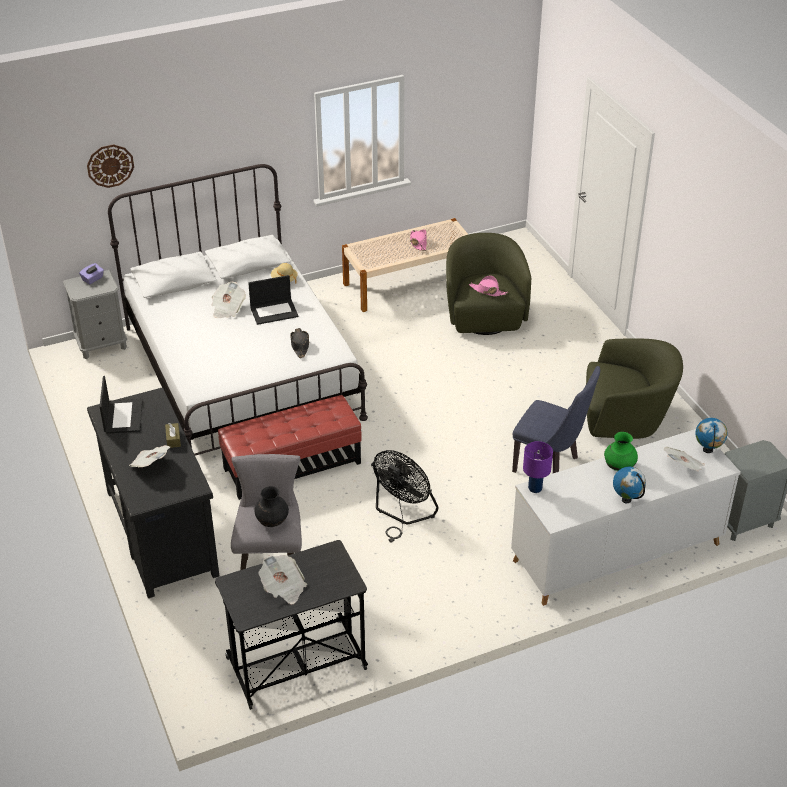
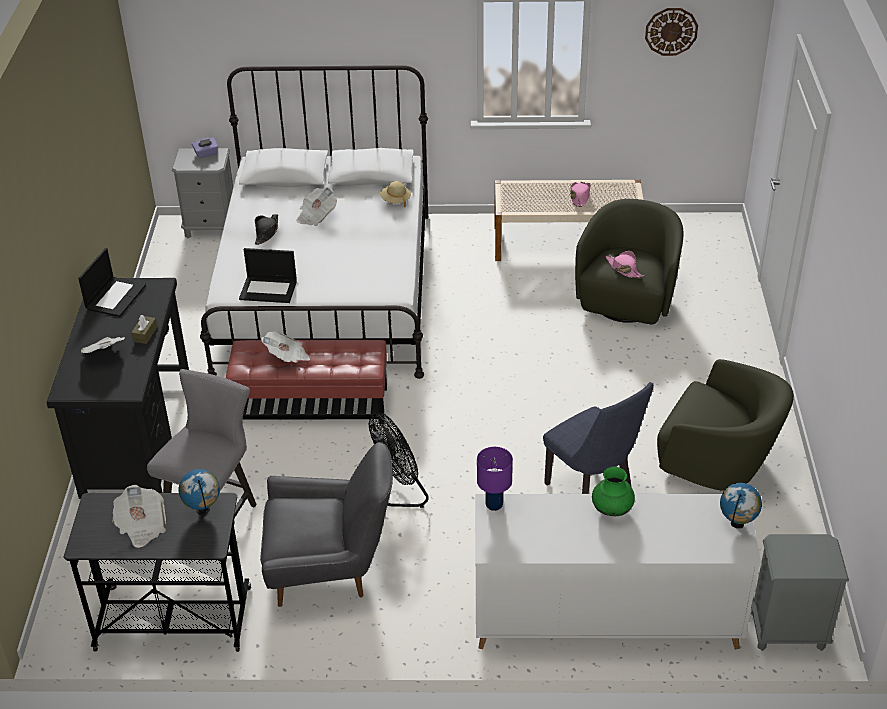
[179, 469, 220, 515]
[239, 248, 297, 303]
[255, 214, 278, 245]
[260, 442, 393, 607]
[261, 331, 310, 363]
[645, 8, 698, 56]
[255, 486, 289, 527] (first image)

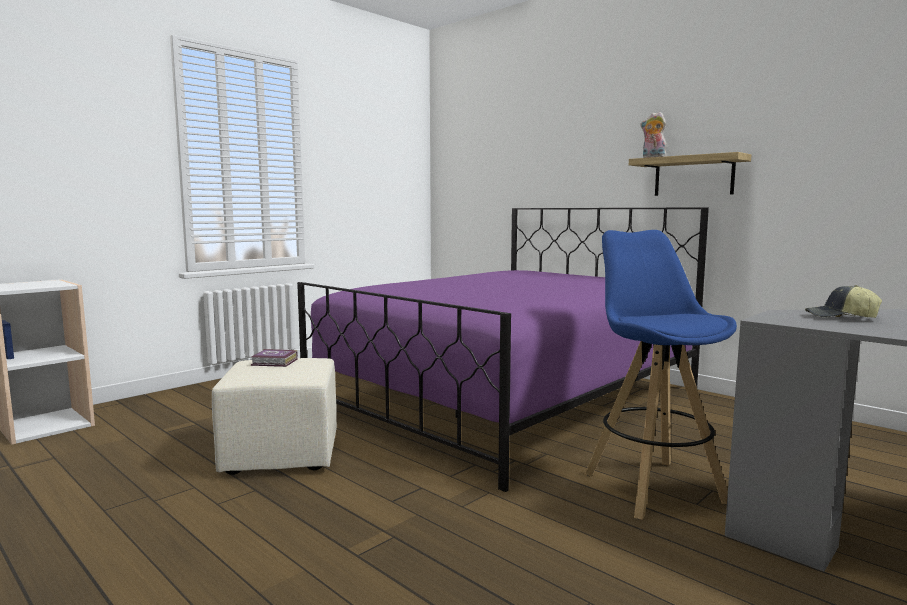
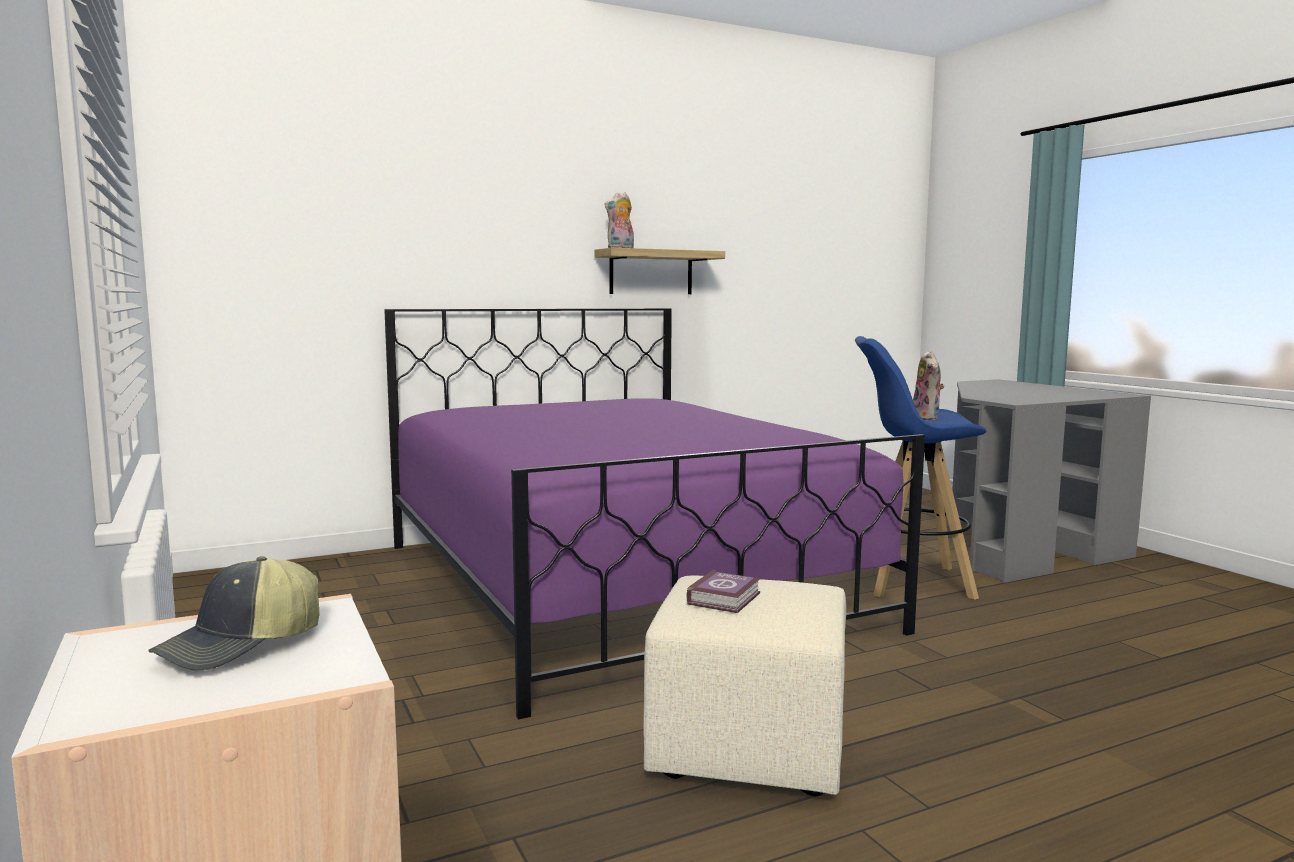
[148, 556, 320, 671]
[913, 350, 944, 420]

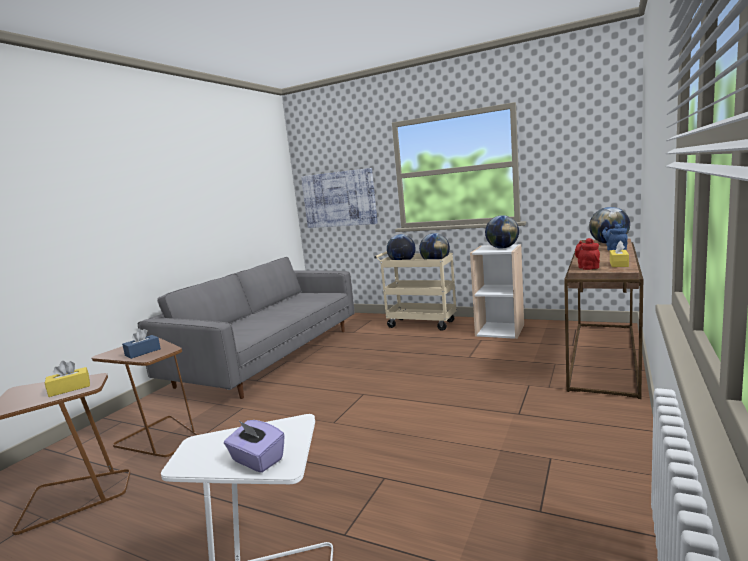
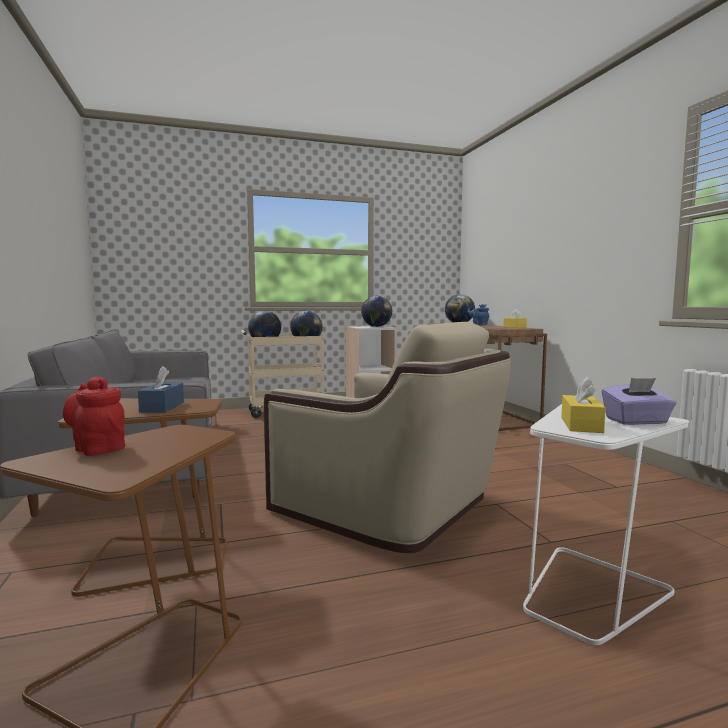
[63, 376, 125, 456]
[264, 322, 511, 553]
[561, 377, 606, 433]
[301, 168, 378, 228] (first image)

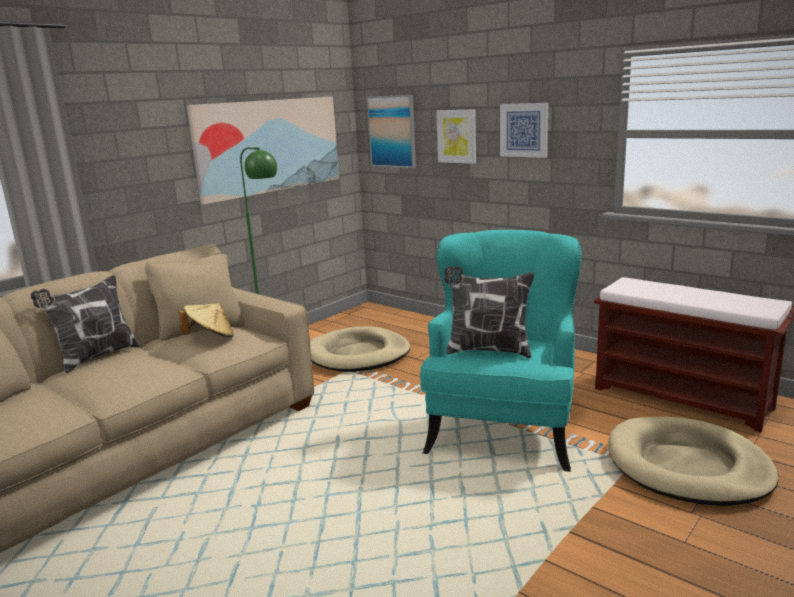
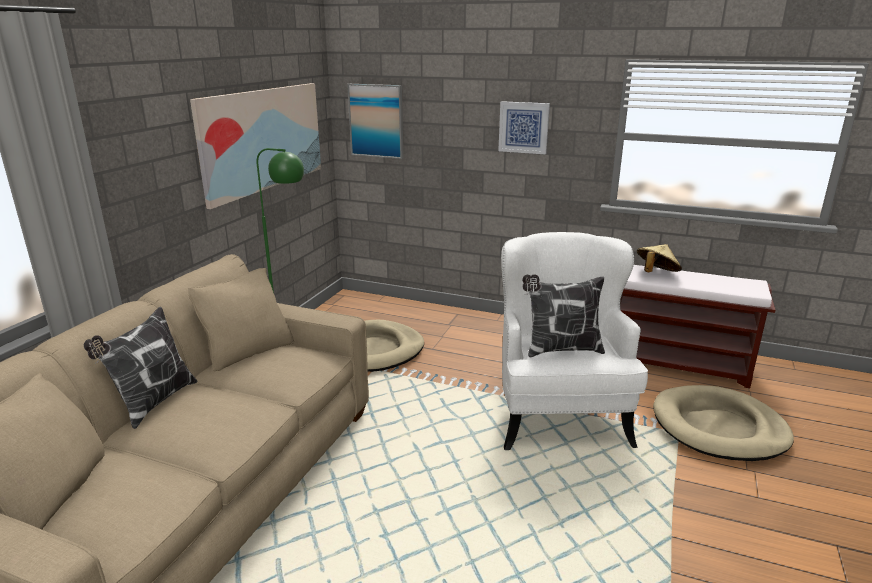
[501, 232, 648, 450]
[637, 244, 682, 272]
[436, 109, 476, 164] (first image)

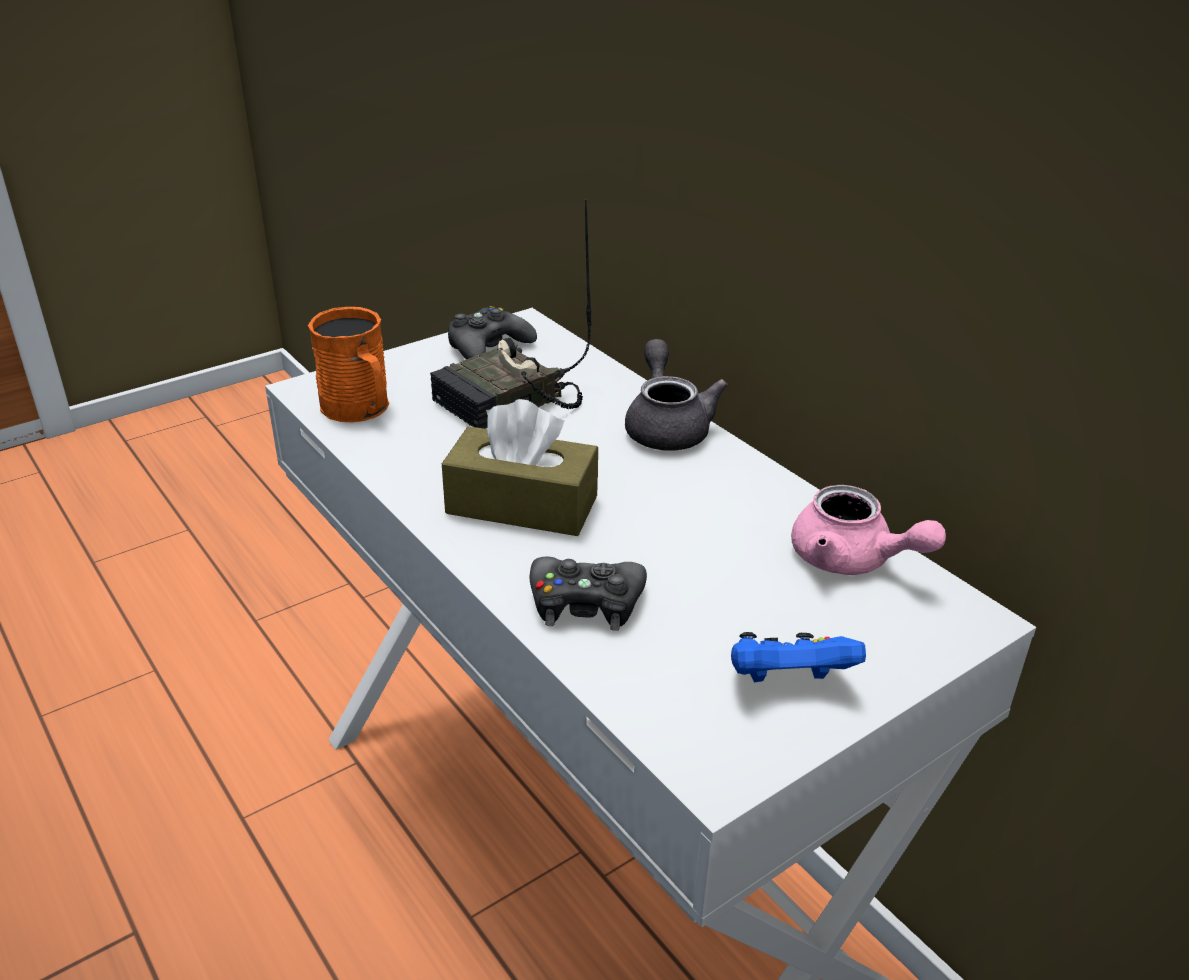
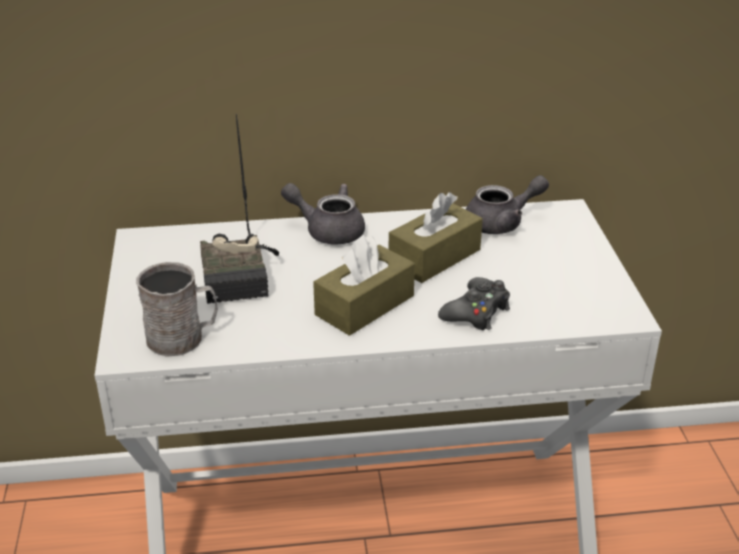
[136, 262, 218, 357]
[389, 192, 483, 283]
[466, 175, 549, 234]
[448, 306, 537, 359] (first image)
[731, 632, 866, 682] (first image)

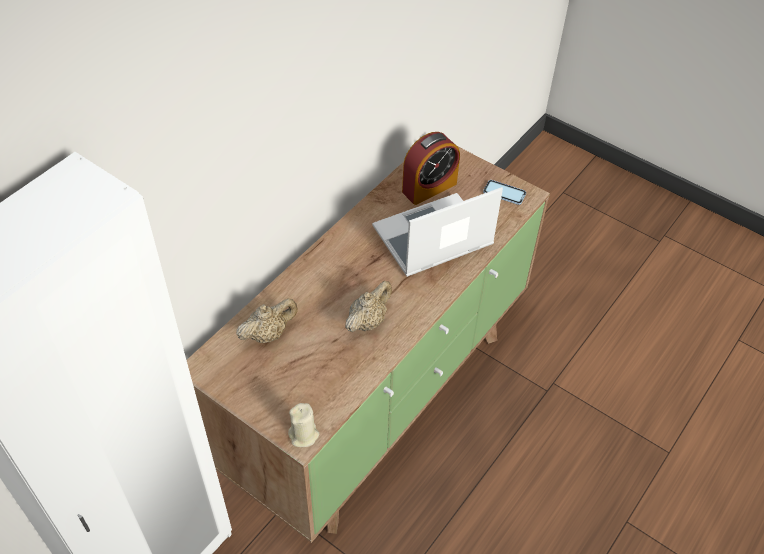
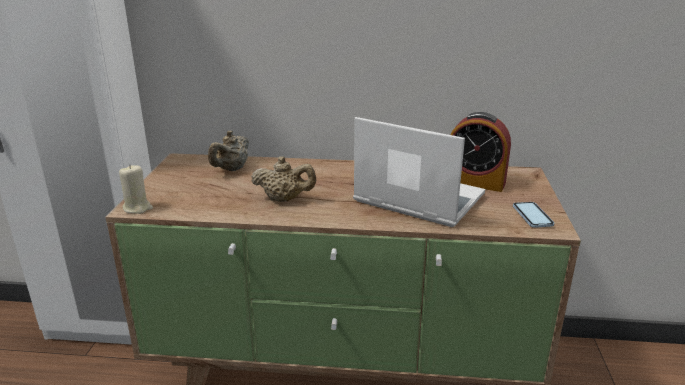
[208, 131, 249, 171]

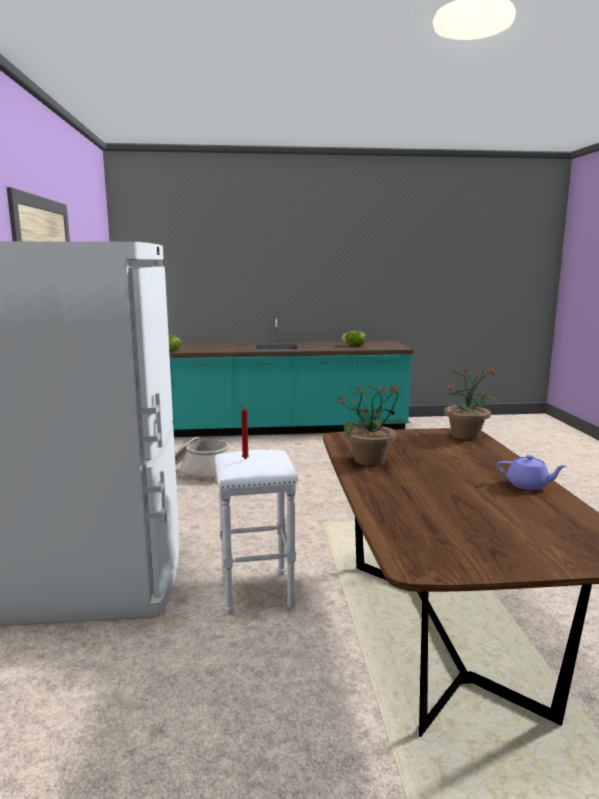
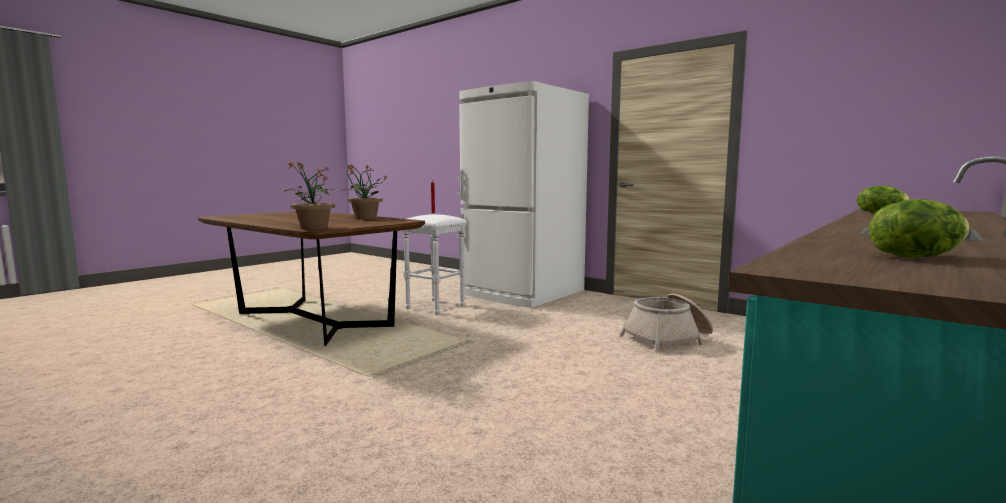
[497, 455, 567, 490] (first image)

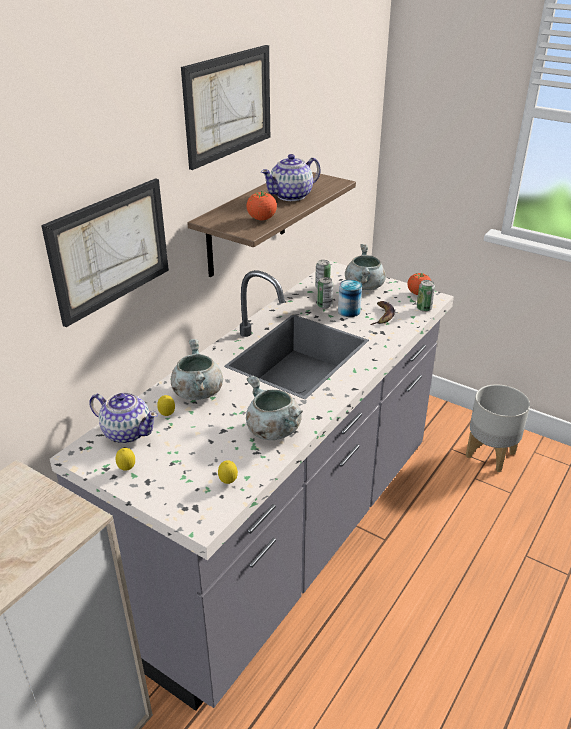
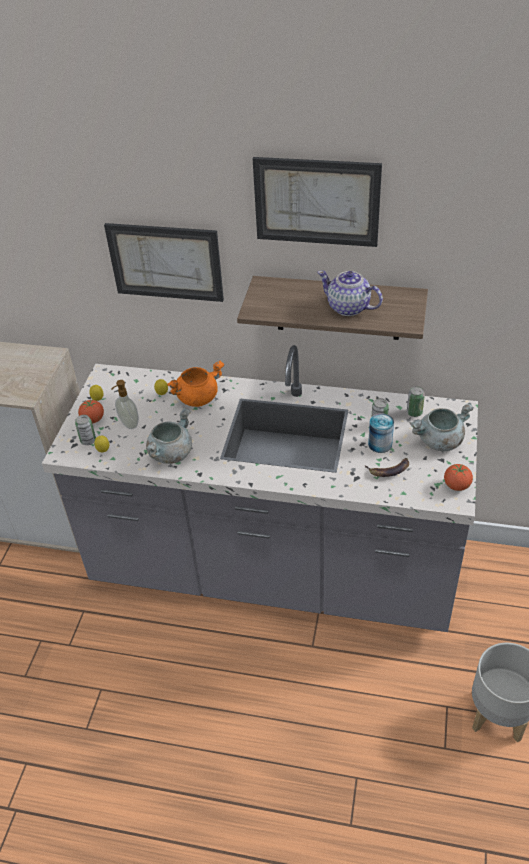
[75, 415, 96, 445]
[78, 400, 104, 424]
[112, 380, 139, 429]
[167, 360, 224, 407]
[89, 393, 158, 443] (first image)

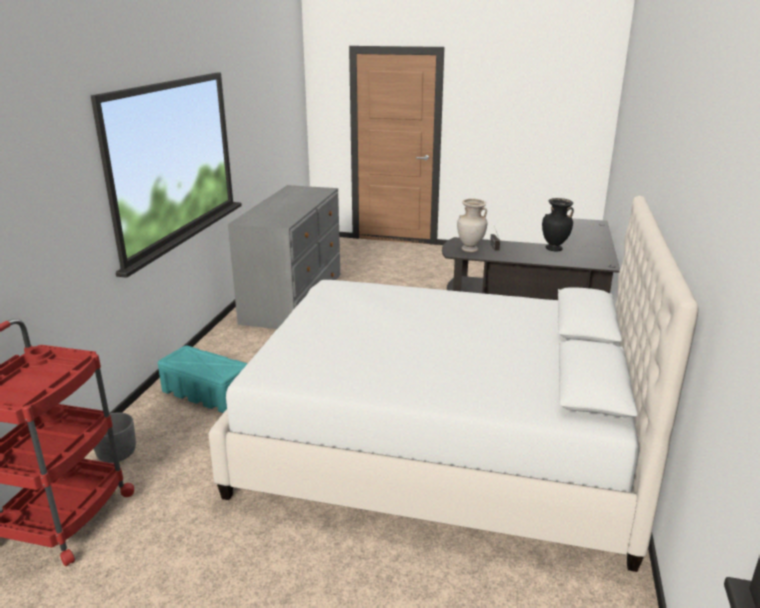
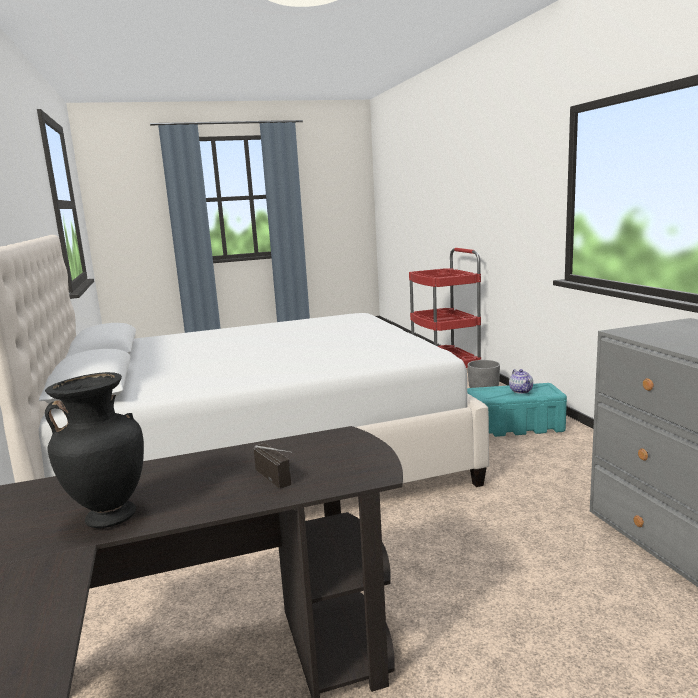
[509, 369, 533, 394]
[457, 199, 487, 252] (first image)

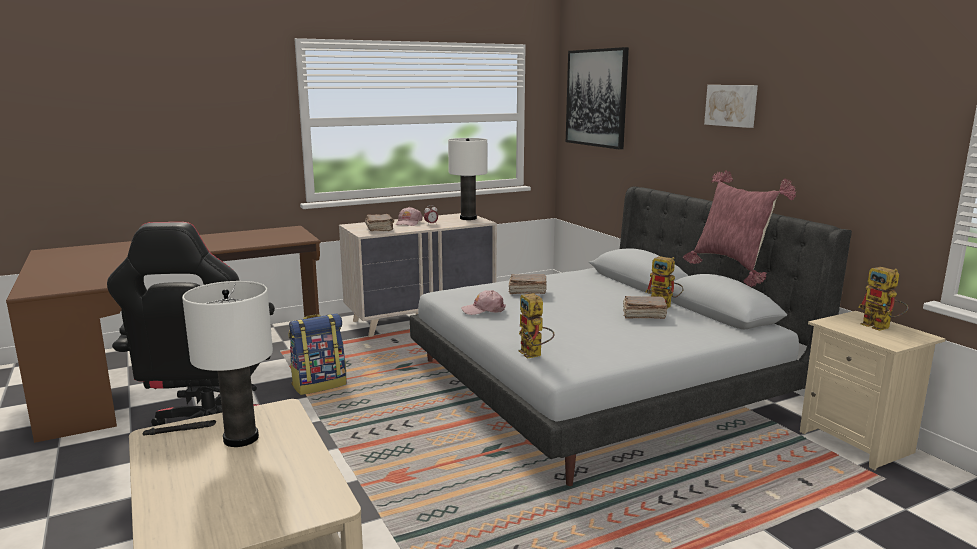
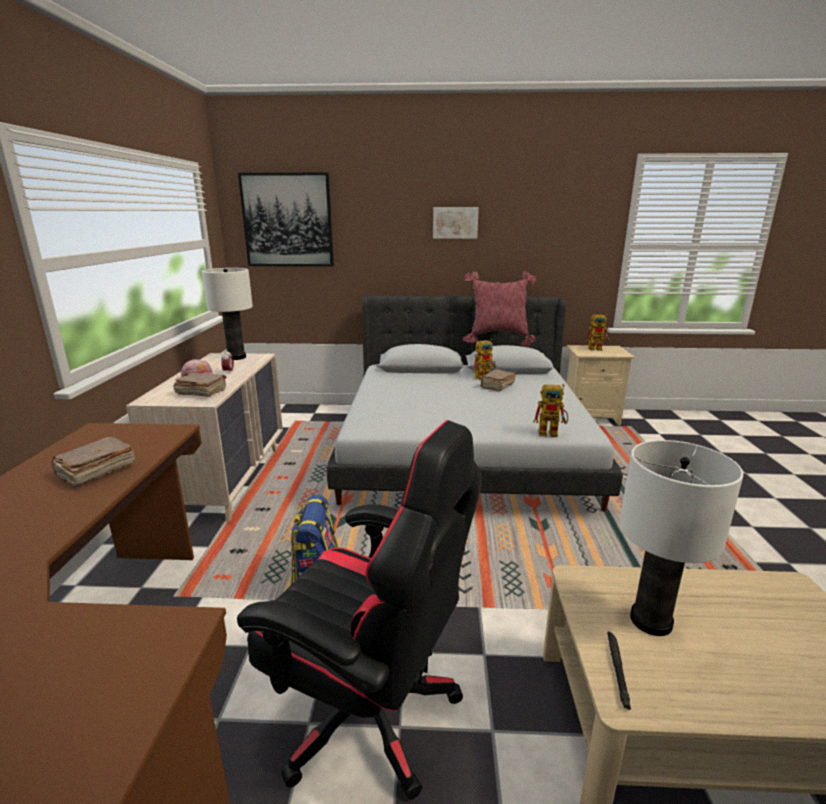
[52, 437, 135, 488]
[461, 290, 506, 315] (first image)

